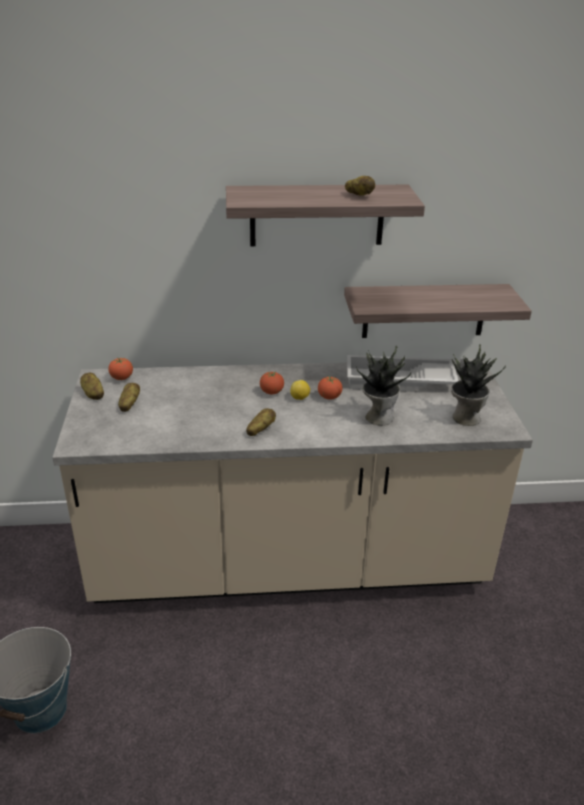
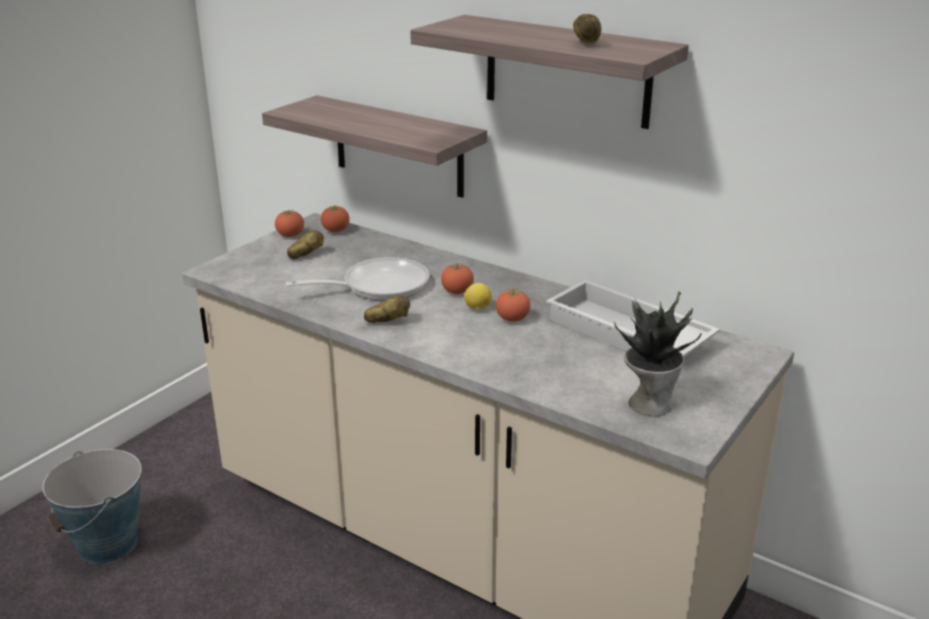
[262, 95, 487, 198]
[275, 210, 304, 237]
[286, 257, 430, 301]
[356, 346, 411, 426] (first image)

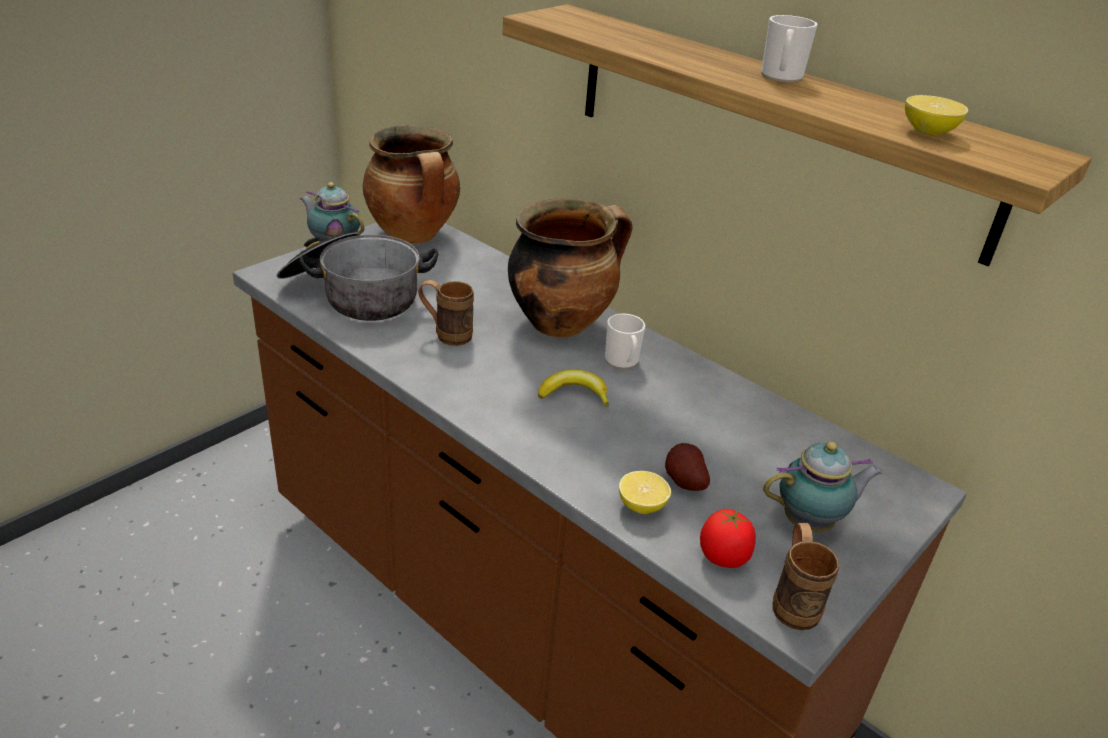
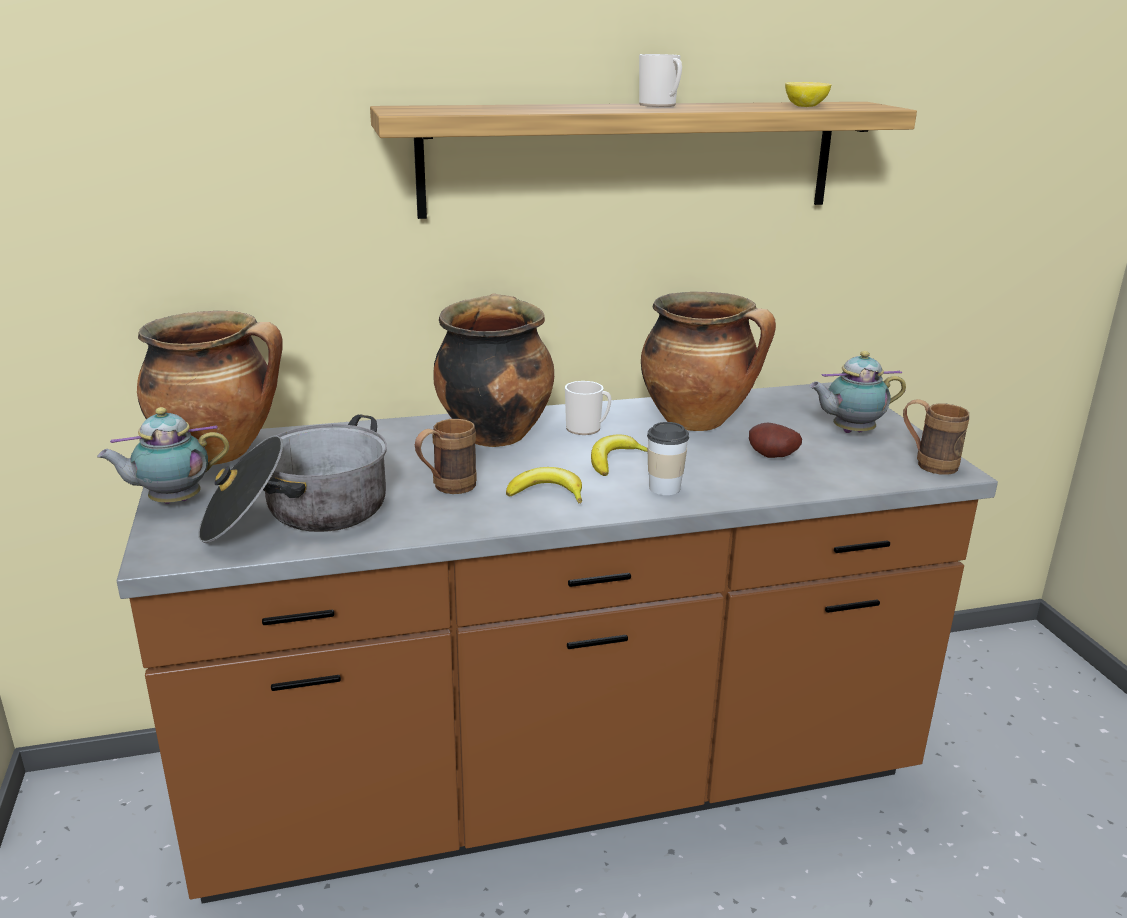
[506, 467, 582, 504]
[641, 292, 776, 431]
[647, 422, 689, 495]
[809, 351, 906, 433]
[619, 471, 671, 514] (first image)
[700, 509, 756, 568] (first image)

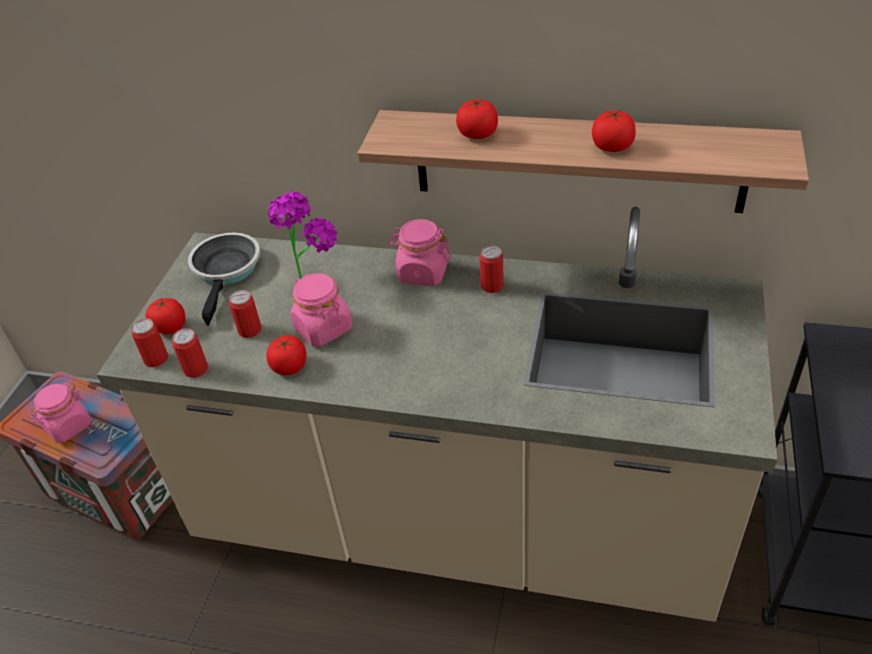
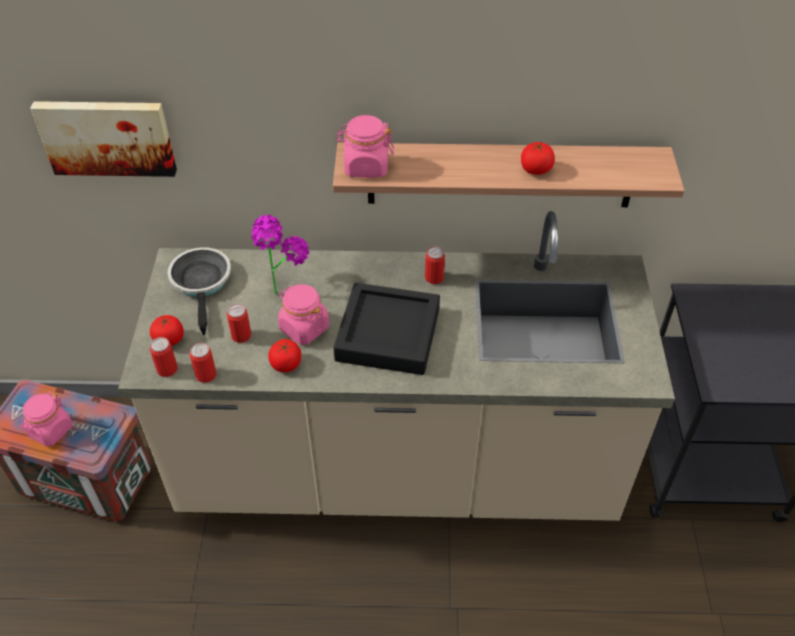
[30, 101, 177, 177]
[333, 283, 440, 375]
[336, 115, 394, 178]
[456, 99, 498, 139] (first image)

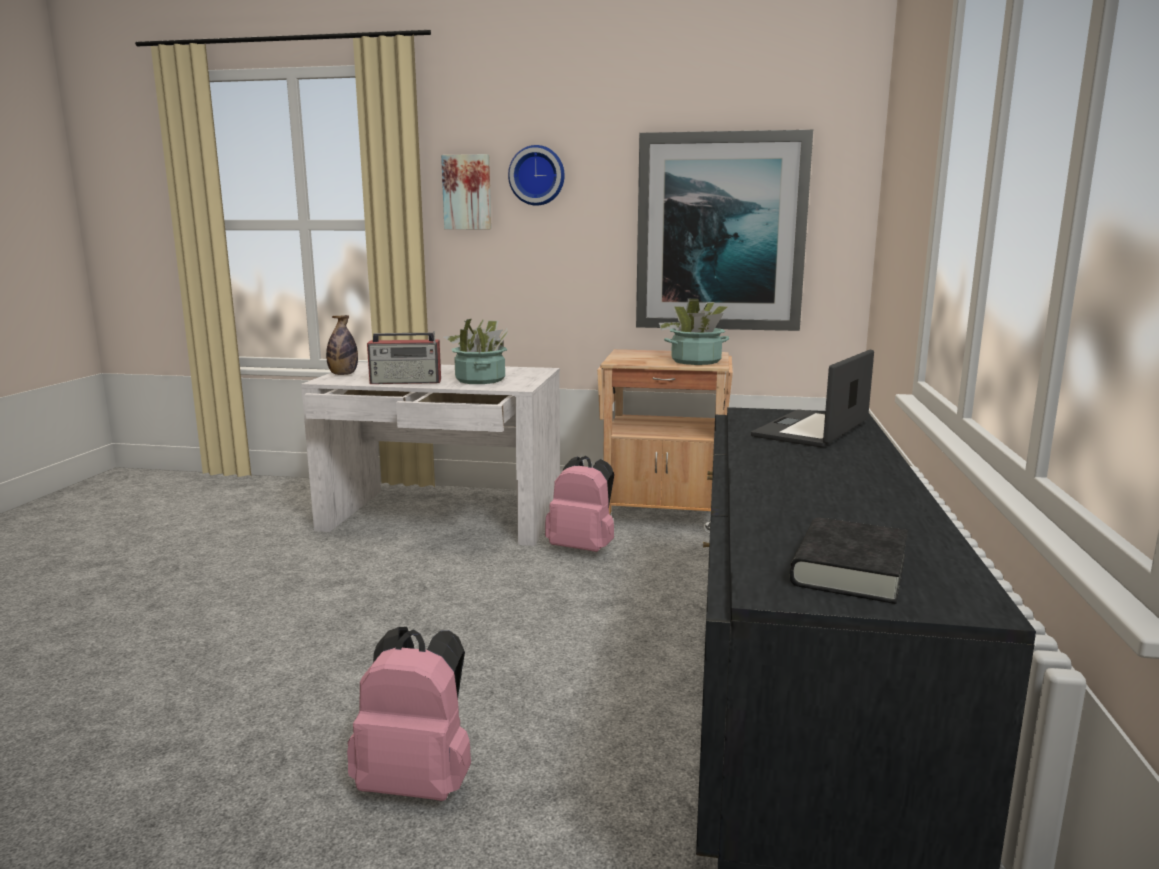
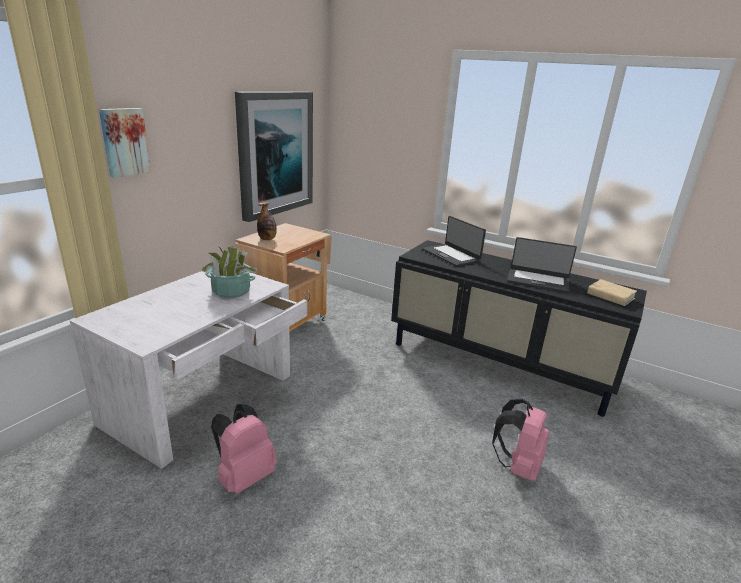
[211, 404, 277, 494]
[257, 202, 277, 240]
[507, 237, 577, 293]
[587, 279, 637, 306]
[367, 331, 441, 384] (first image)
[508, 145, 565, 206] (first image)
[659, 299, 729, 365] (first image)

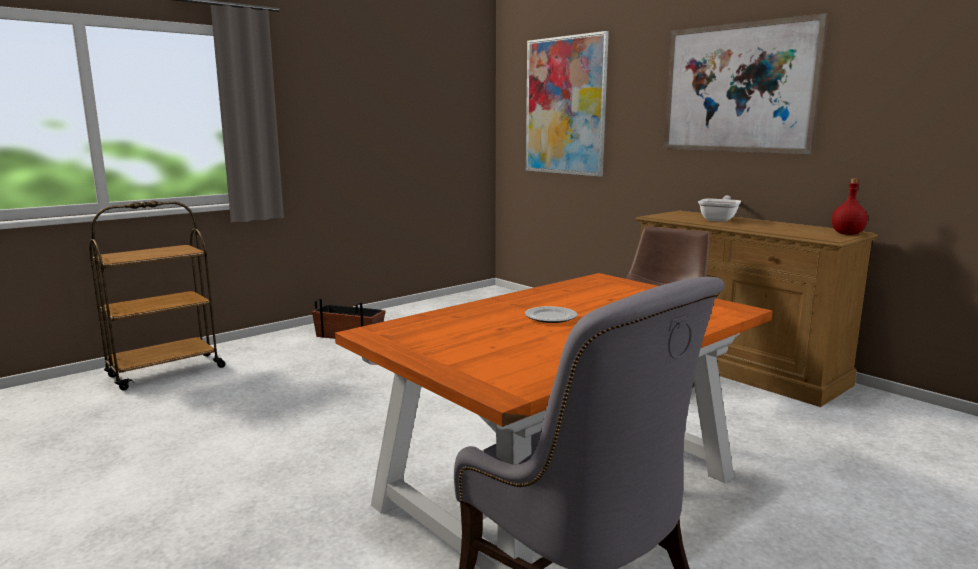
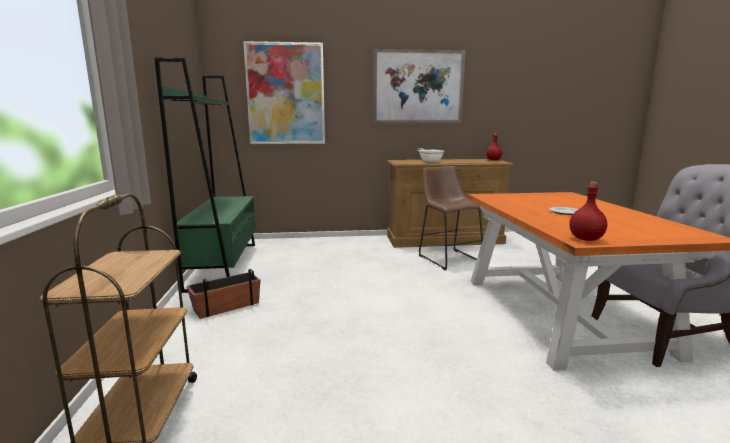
[154, 57, 256, 293]
[569, 182, 607, 241]

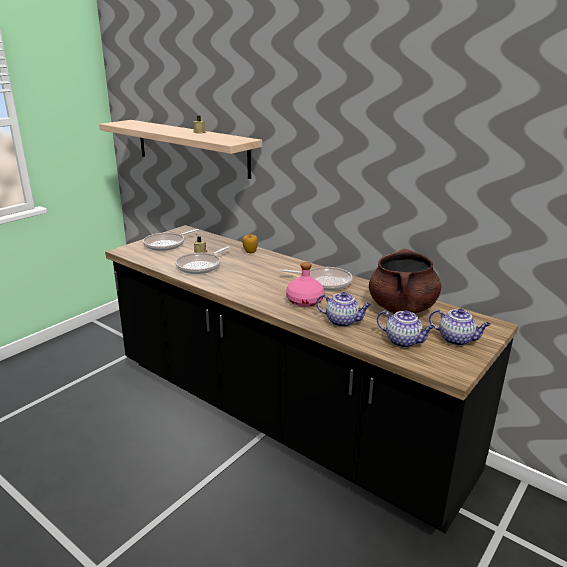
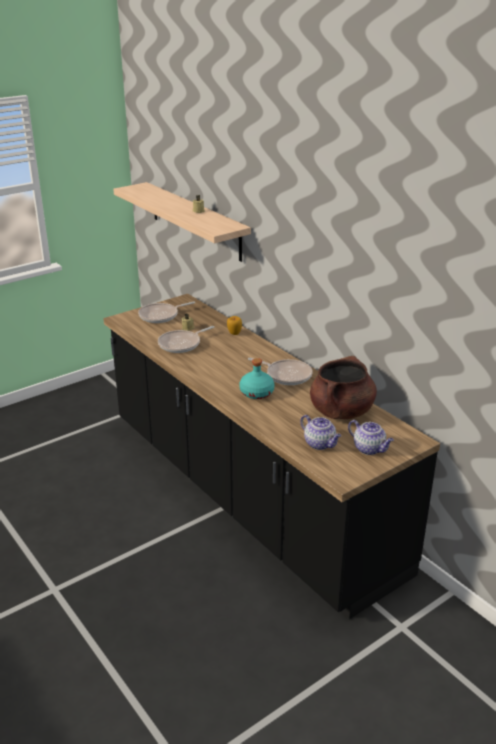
[239, 358, 275, 399]
[316, 292, 371, 327] (first image)

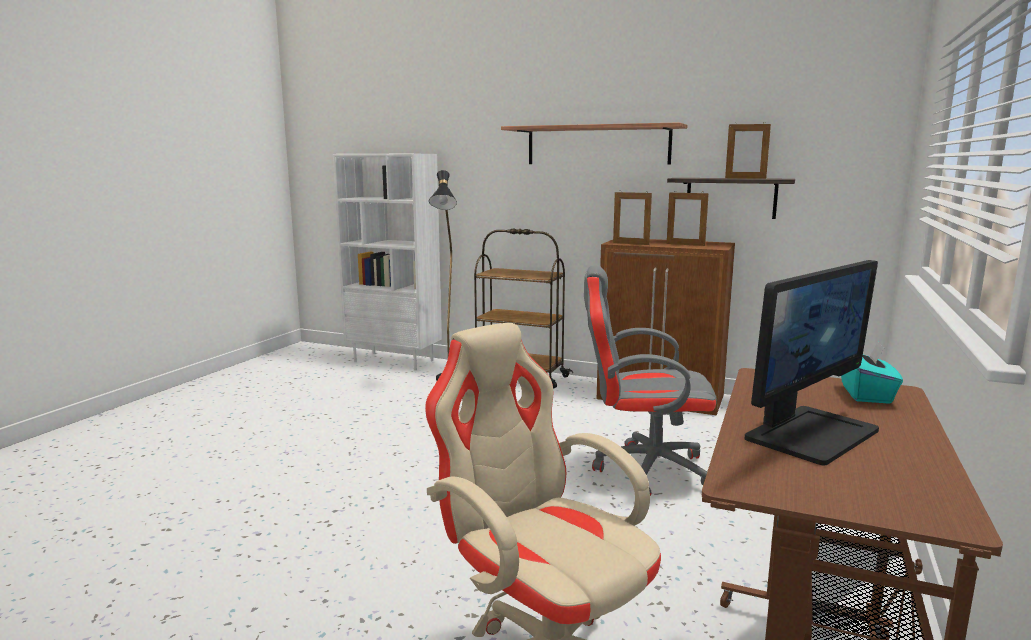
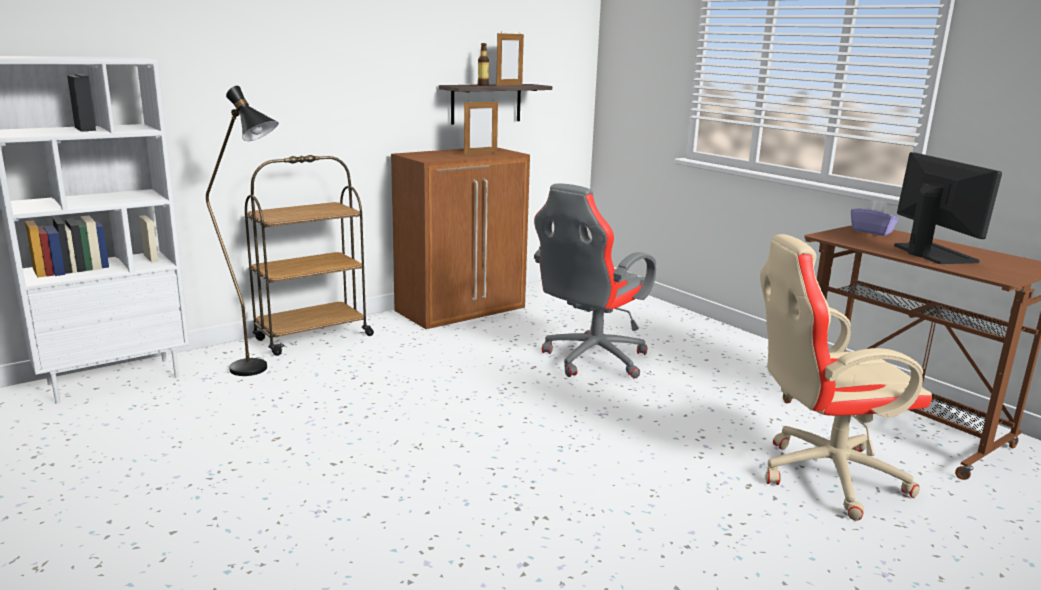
[478, 43, 489, 86]
[851, 199, 899, 236]
[501, 122, 687, 164] (first image)
[613, 190, 652, 245] (first image)

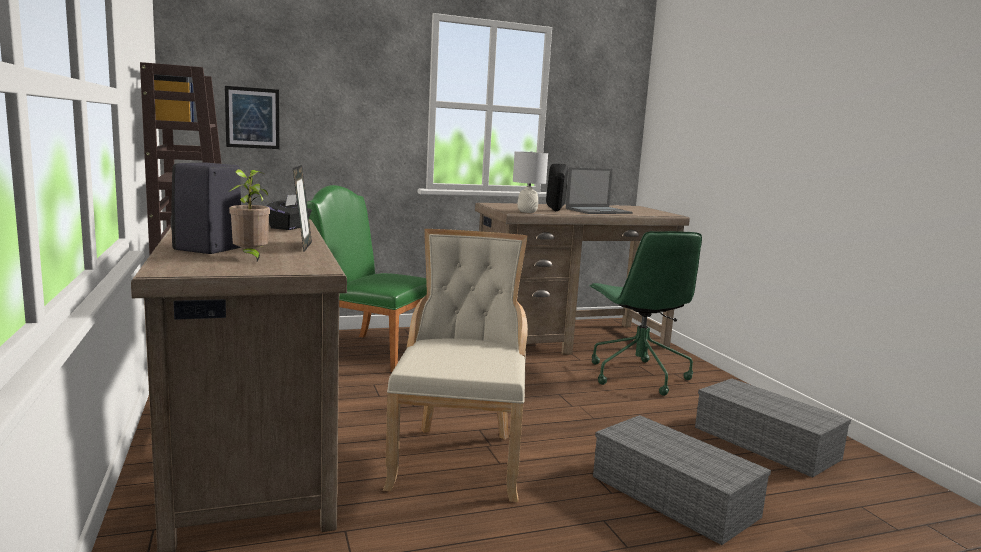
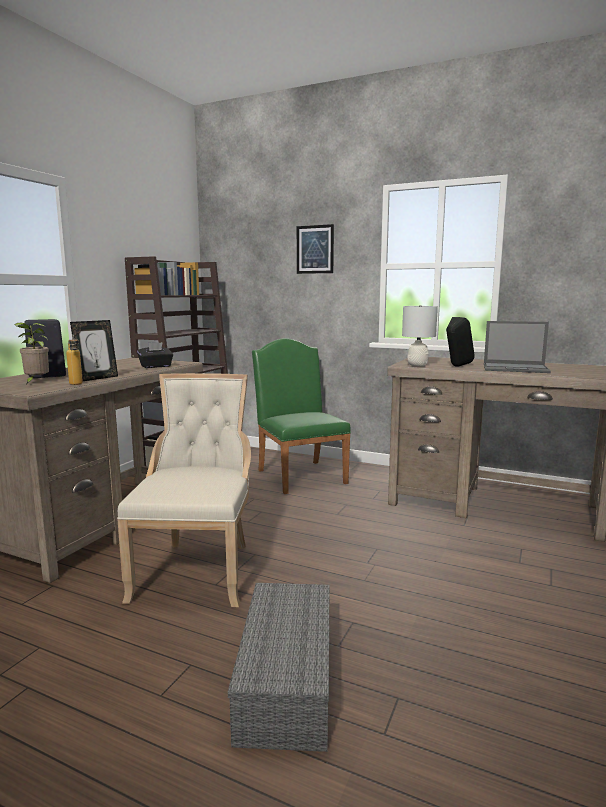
[66, 334, 83, 385]
[117, 373, 251, 607]
[297, 224, 334, 274]
[589, 231, 702, 396] (first image)
[695, 378, 851, 478] (first image)

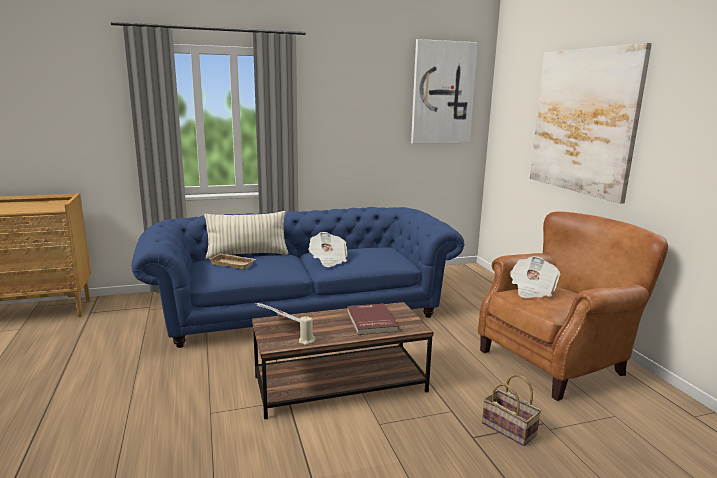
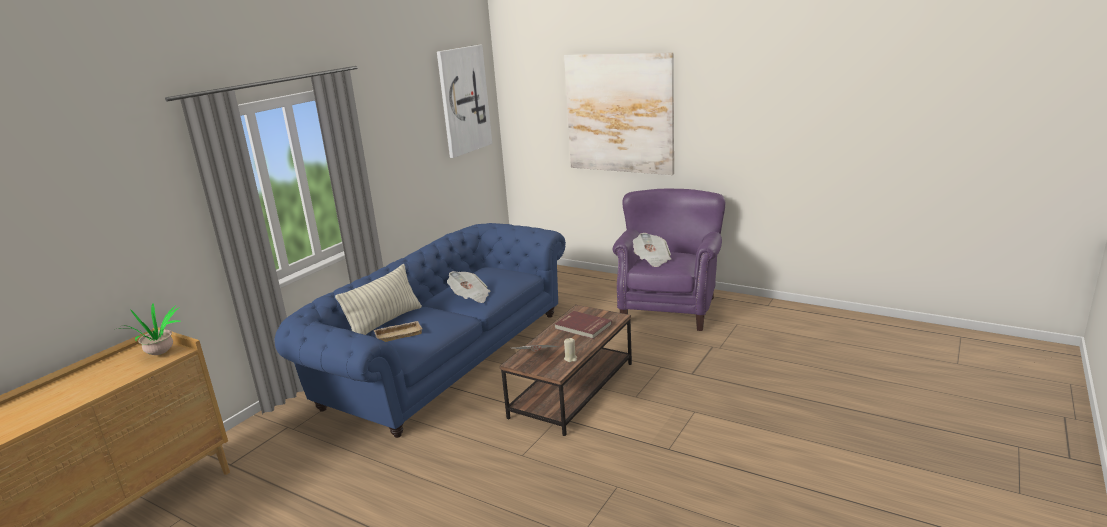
[118, 303, 181, 355]
[613, 189, 725, 331]
[482, 374, 541, 446] (first image)

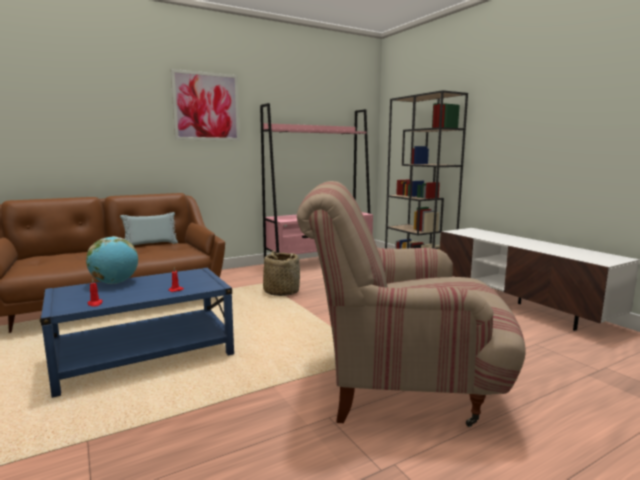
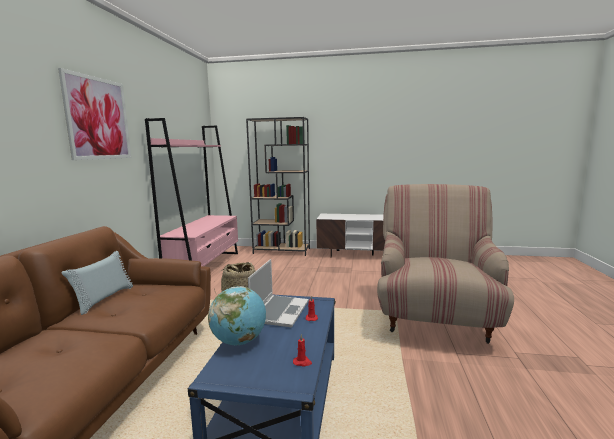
[248, 259, 309, 327]
[377, 184, 514, 344]

